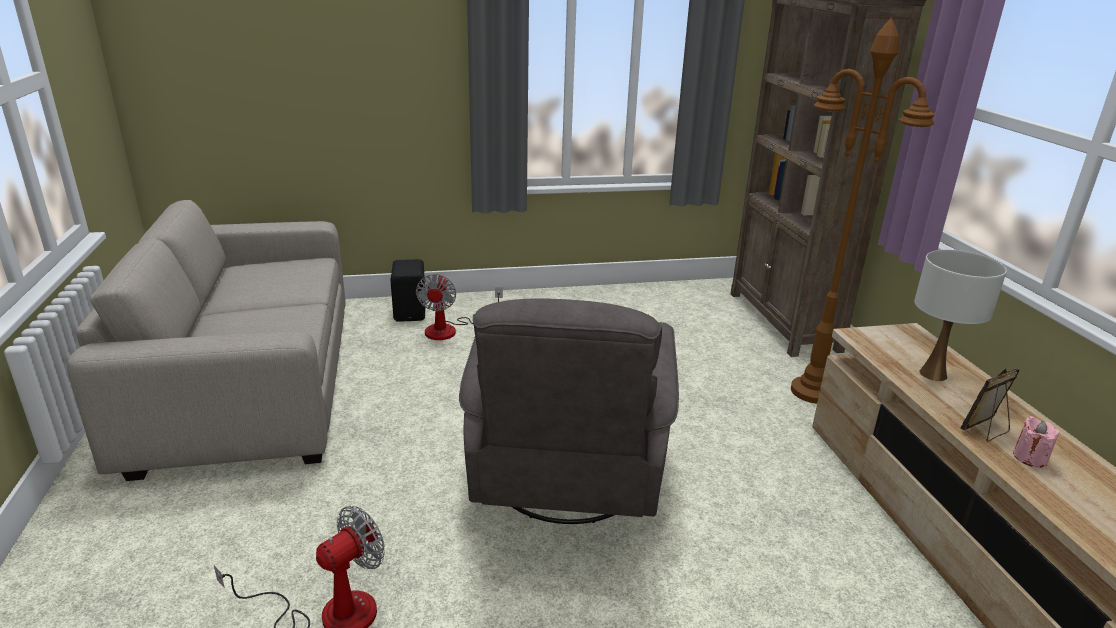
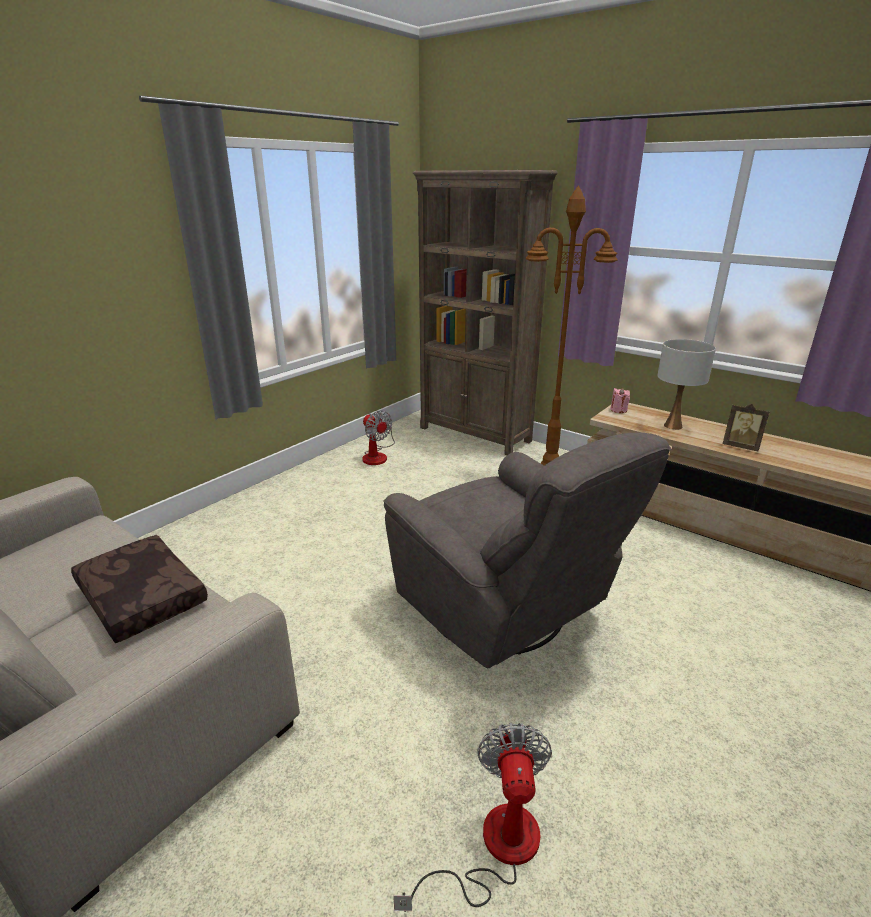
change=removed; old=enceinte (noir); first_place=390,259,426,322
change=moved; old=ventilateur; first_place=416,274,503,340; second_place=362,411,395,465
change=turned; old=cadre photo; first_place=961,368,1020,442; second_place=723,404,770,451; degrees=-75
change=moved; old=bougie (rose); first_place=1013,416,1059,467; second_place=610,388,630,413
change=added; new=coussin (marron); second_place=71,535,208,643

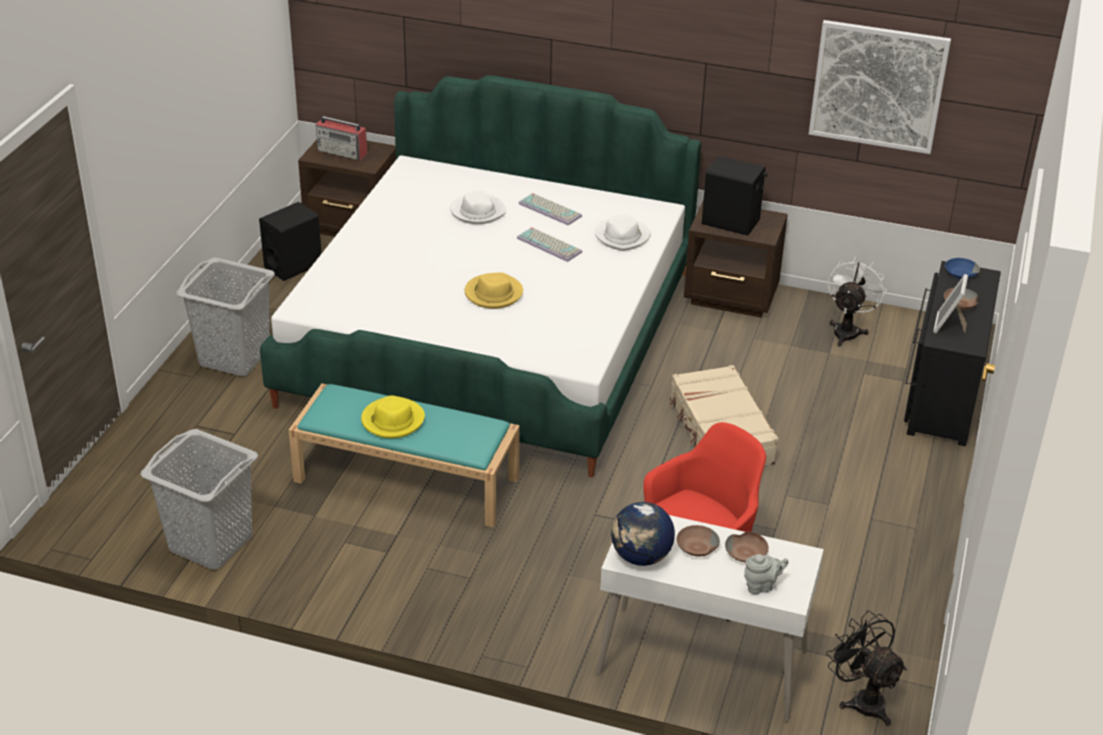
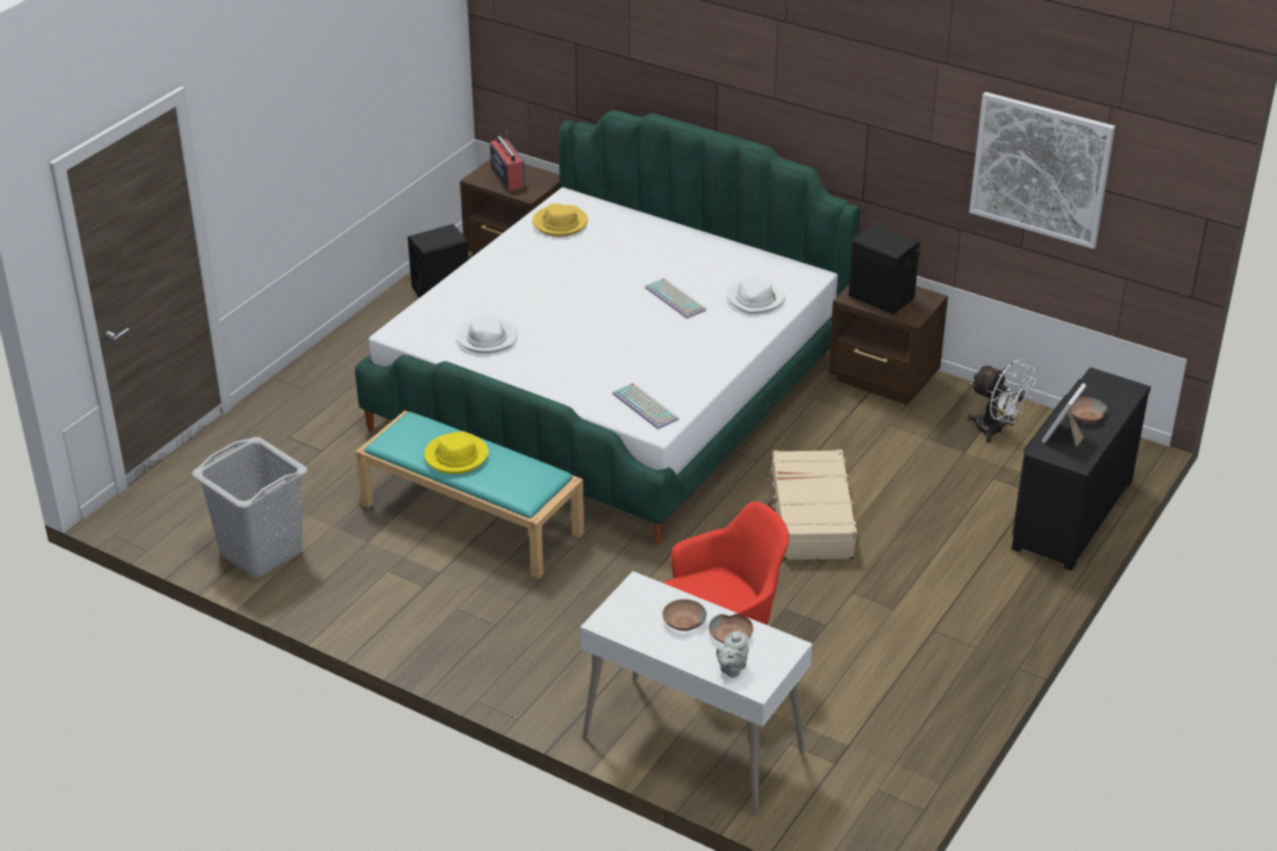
change=turned; old=radio; first_place=316,116,367,160; second_place=490,132,526,191; degrees=-150
change=moved; old=chapeau (blanc); first_place=450,190,506,224; second_place=456,314,517,354
change=moved; old=clavier; first_place=519,193,582,226; second_place=613,383,679,429
change=turned; old=ventilateur (blanc); first_place=828,256,887,346; second_place=968,360,1037,443; degrees=90
change=removed; old=panier à linge (gris); first_place=176,258,275,376
change=removed; old=bol (bleu); first_place=945,258,980,279
change=moved; old=chapeau (jaune); first_place=465,272,523,309; second_place=532,203,588,237
change=removed; old=globe; first_place=611,502,675,566
change=turned; old=théière (gris); first_place=744,554,788,594; second_place=716,630,749,678; degrees=120
change=removed; old=ventilateur (noir); first_place=826,610,907,726

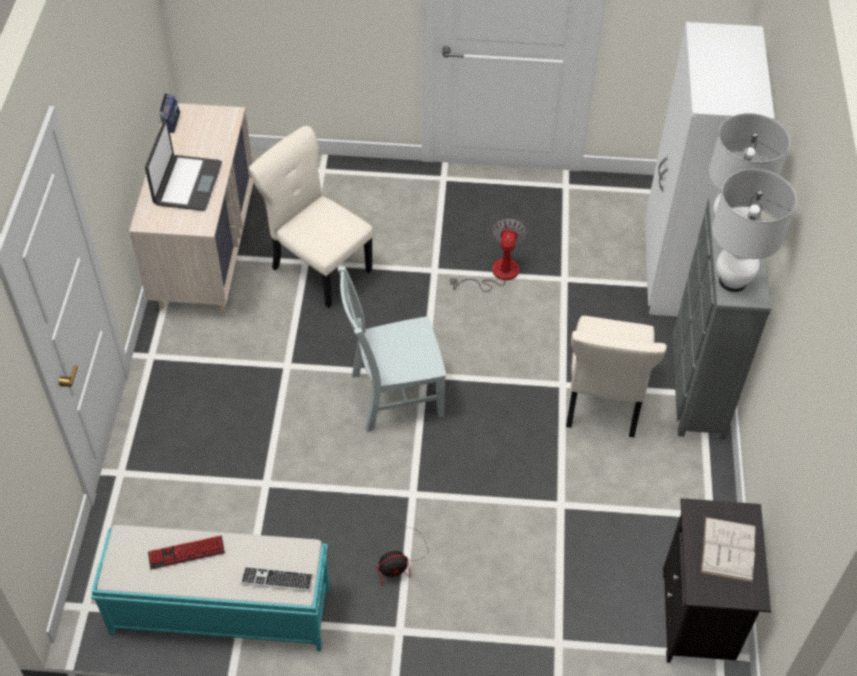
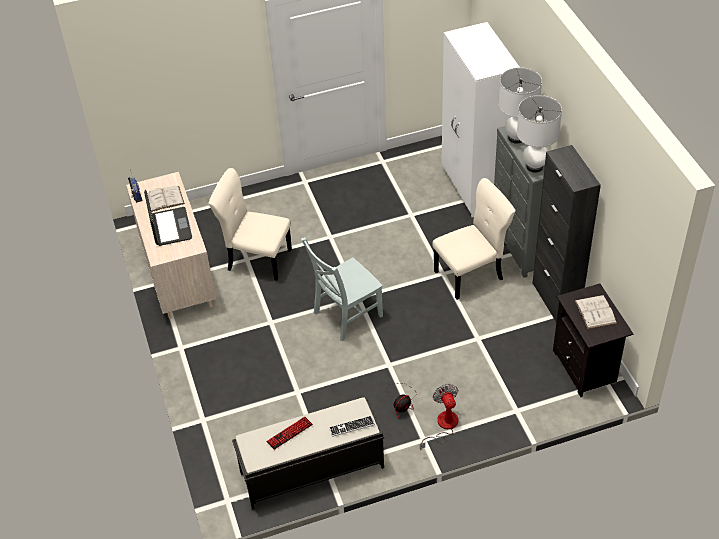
change=moved; old=ventilateur; first_place=450,218,527,292; second_place=420,384,458,450
change=turned; old=chaise (beige); first_place=566,316,667,438; second_place=432,178,516,300; degrees=-105
change=recoloured; old=banc (turquoise); new=banc (noir); first_place=91,525,330,651; second_place=232,397,385,510
change=added; new=meuble de rangement (noir); second_place=532,145,601,323
change=added; new=livre (blanc); second_place=147,186,185,212

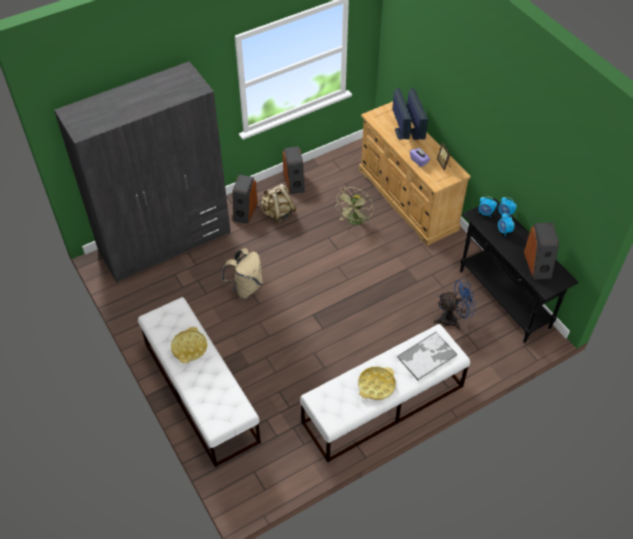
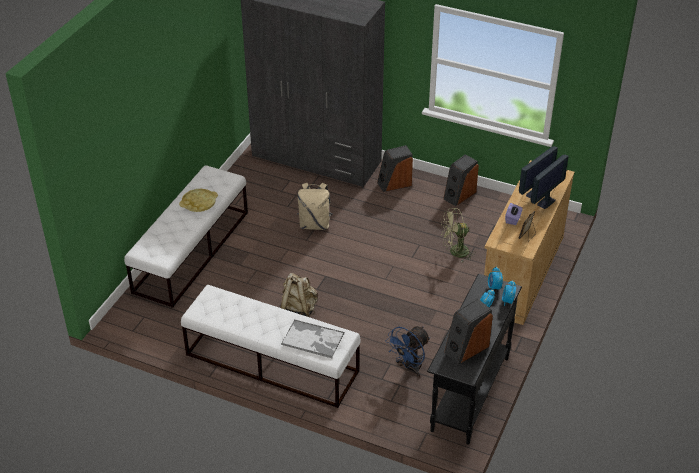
change=moved; old=sac à dos (beige); first_place=260,184,296,223; second_place=280,273,318,317
change=turned; old=ventilateur (bleu); first_place=434,279,477,329; second_place=385,326,430,377; degrees=90
change=removed; old=plateau (jaune); first_place=358,366,396,400

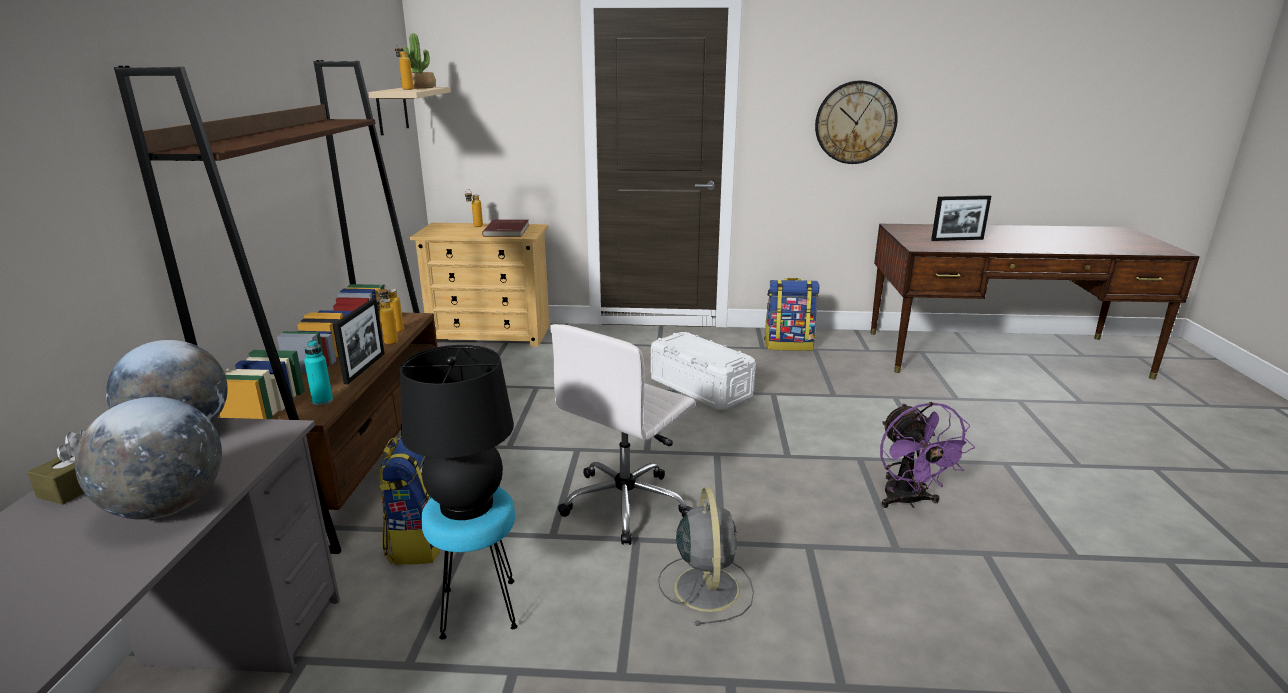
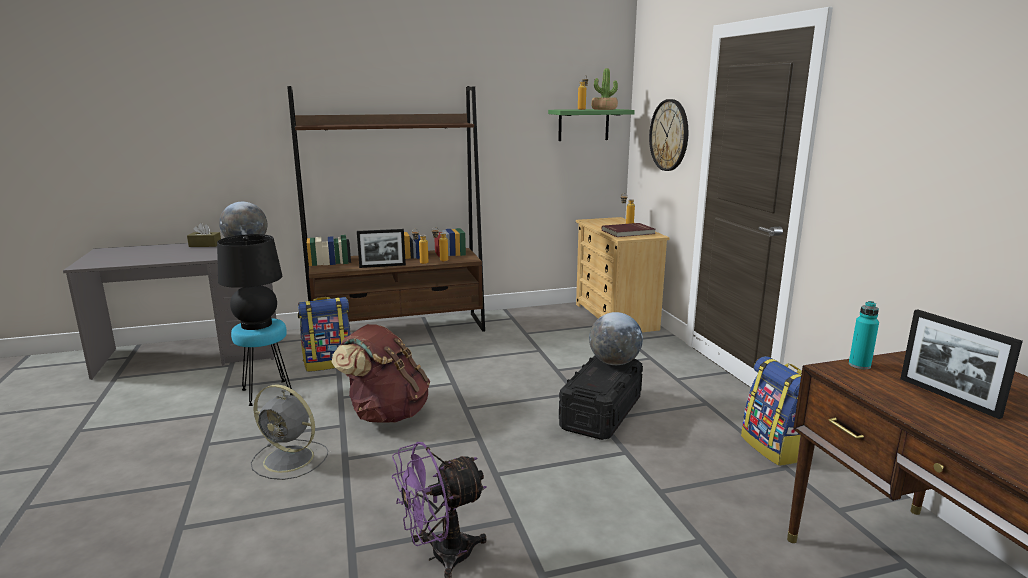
change=moved; old=horloge murale; first_place=815,81,898,164; second_place=649,99,688,171
change=recoloured; old=étagère (beige); new=étagère (vert); first_place=369,87,451,135; second_place=548,109,635,141
change=replaced; old=chaise de bureau (blanc); new=sac à dos (marron); first_place=550,324,695,545; second_place=332,324,430,422
change=recoloured; old=boîte de rangement (blanc); new=boîte de rangement (noir); first_place=651,332,756,410; second_place=559,355,643,440
change=moved; old=bouteille (turquoise); first_place=304,340,333,405; second_place=849,301,879,369
change=moved; old=globe; first_place=75,397,222,520; second_place=589,312,643,365
change=turned; old=ventilateur (gris); first_place=658,487,754,626; second_place=251,385,328,480; degrees=45

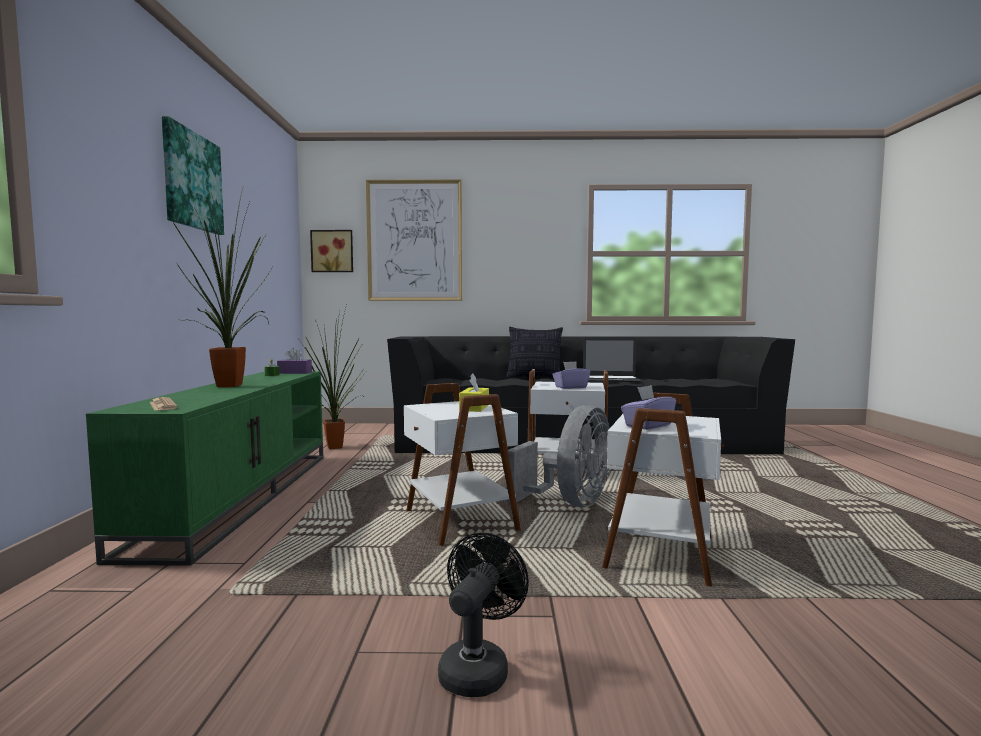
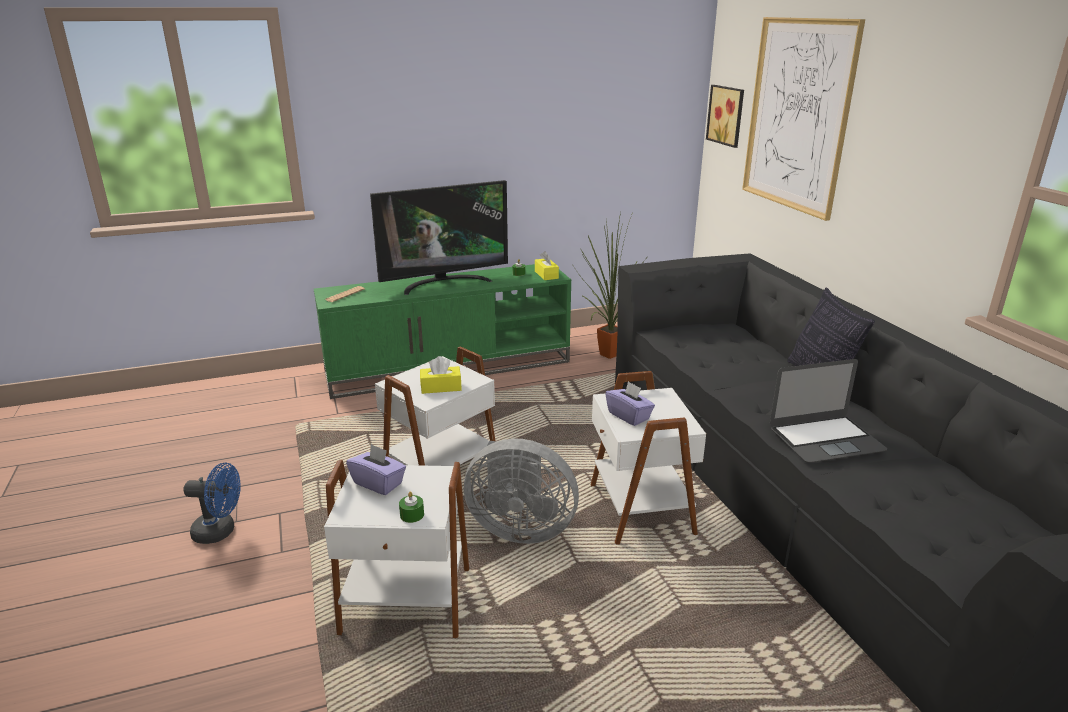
change=removed; old=tableau; first_place=162,116,224,235
change=replaced; old=plante en pot; new=téléviseur; first_place=173,185,273,387; second_place=370,180,508,295
change=turned; old=ordinateur portable; first_place=583,338,641,382; second_place=770,359,887,463; degrees=-90
change=recoloured; old=boîte à mouchoirs (violet); new=boîte à mouchoirs (jaune); first_place=277,348,312,374; second_place=535,251,559,280
change=recoloured; old=ventilateur (noir); new=ventilateur (bleu); first_place=438,532,529,697; second_place=183,462,241,544
change=added; new=bougie (vert); second_place=399,492,424,523

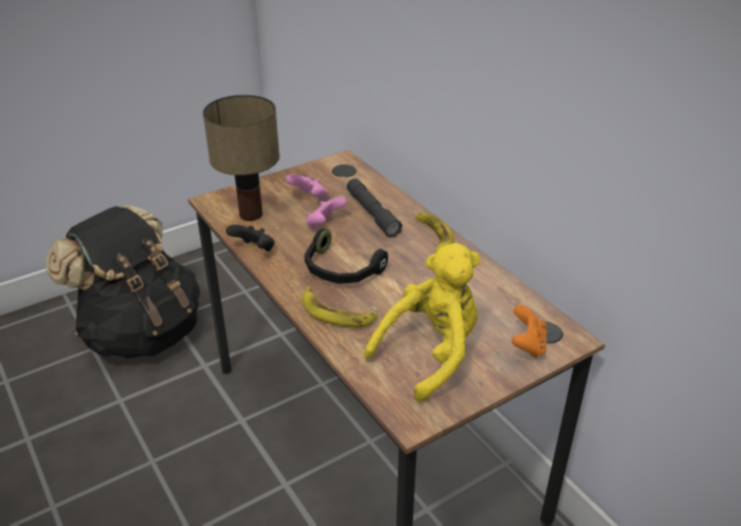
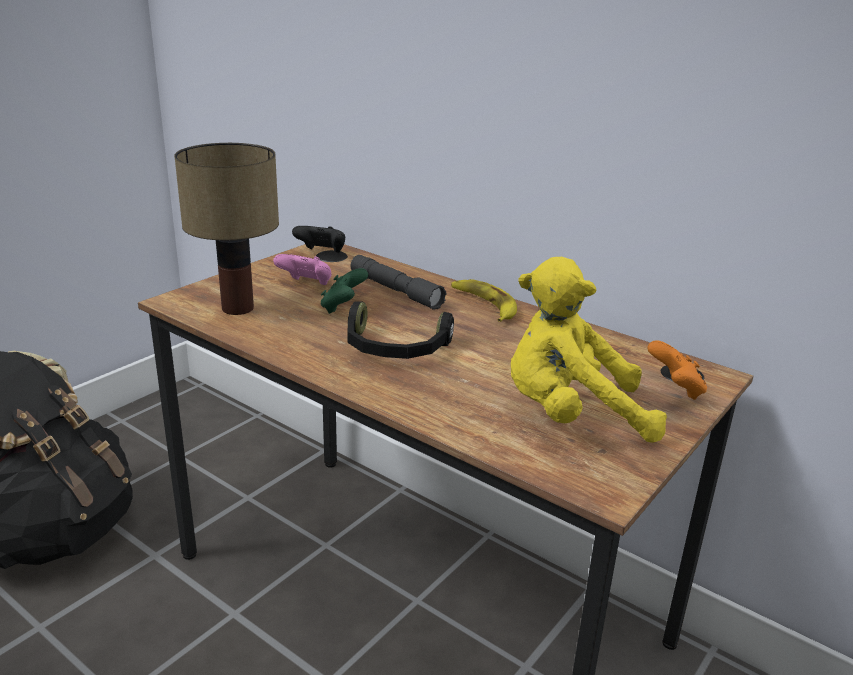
change=recoloured; old=manette (rose); new=manette (vert); first_place=306,196,347,230; second_place=321,268,368,314
change=moved; old=manette (noir); first_place=226,225,275,251; second_place=292,226,345,253
change=turned; old=peluche (jaune); first_place=364,243,481,402; second_place=511,257,667,442; degrees=-120
change=removed; old=banane; first_place=302,286,378,327

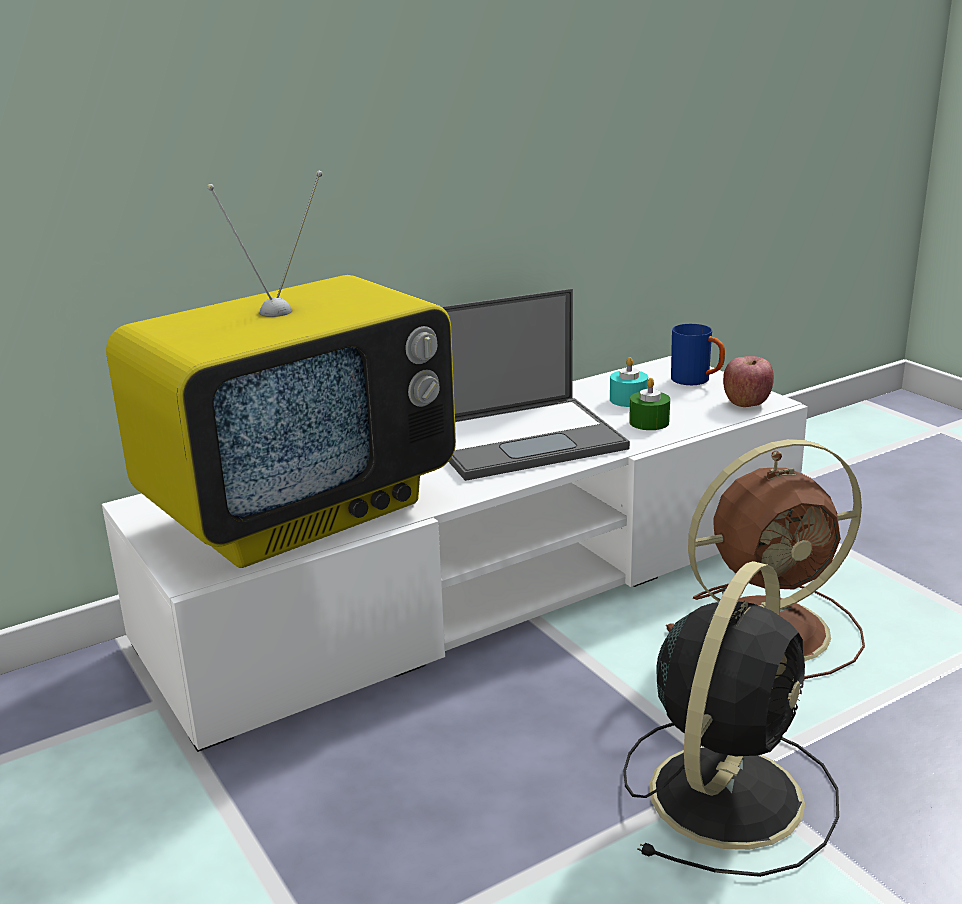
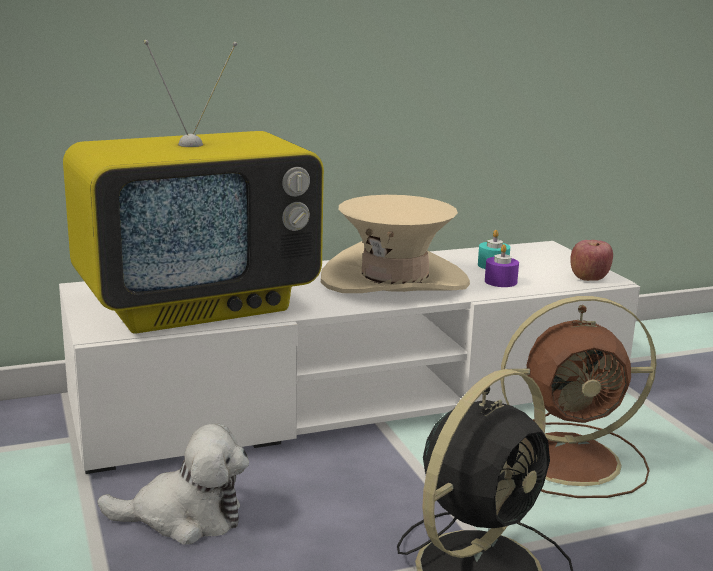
change=replaced; old=ordinateur portable; new=chapeau (beige); first_place=441,288,630,481; second_place=321,195,470,293
change=removed; old=mug (bleu); first_place=671,324,725,385
change=recoloured; old=bougie (vert); new=bougie (violet); first_place=629,378,670,430; second_place=485,244,519,287
change=added; new=peluche; second_place=98,423,249,545

